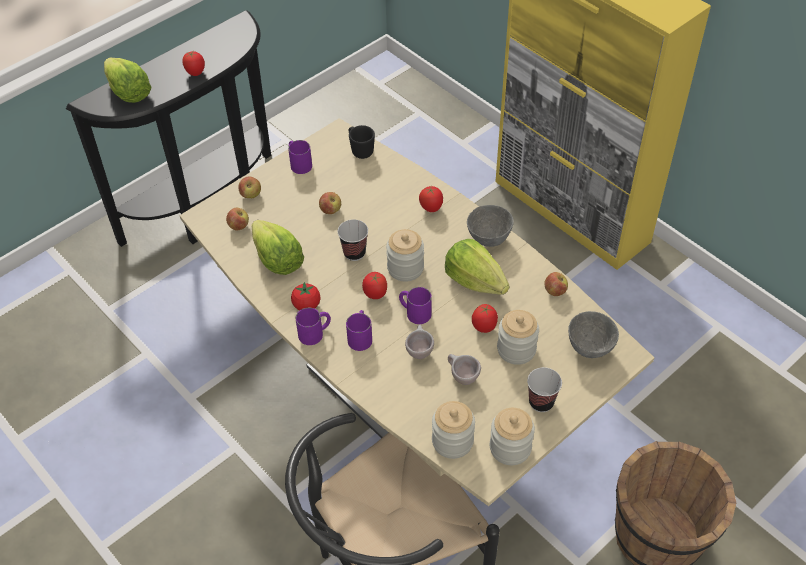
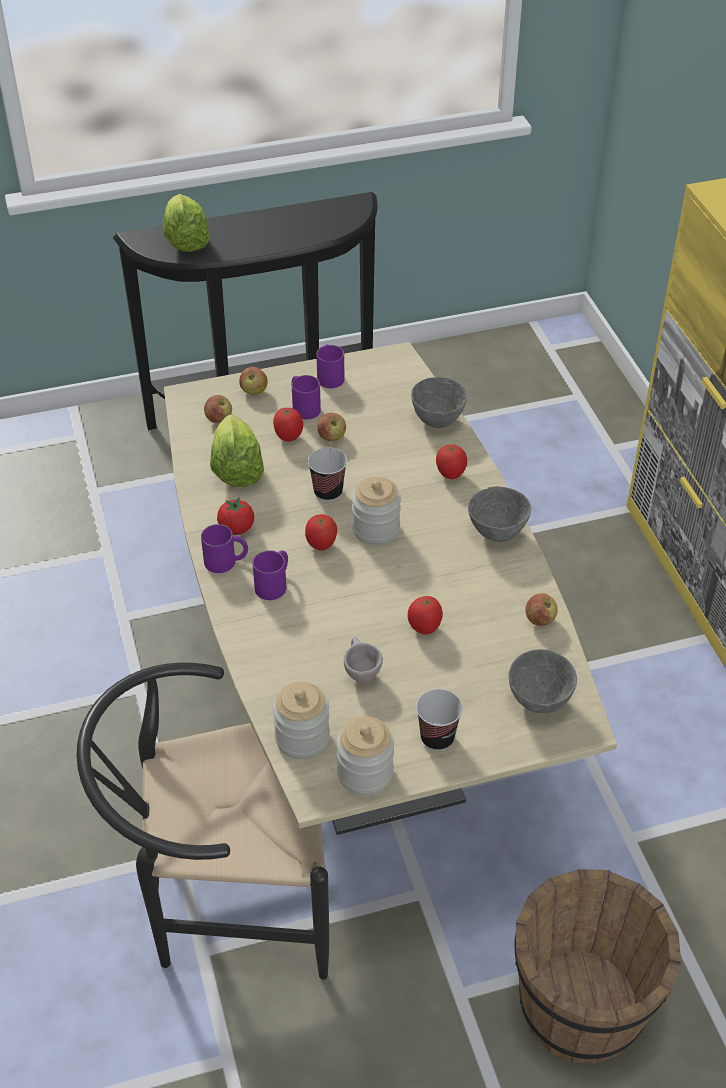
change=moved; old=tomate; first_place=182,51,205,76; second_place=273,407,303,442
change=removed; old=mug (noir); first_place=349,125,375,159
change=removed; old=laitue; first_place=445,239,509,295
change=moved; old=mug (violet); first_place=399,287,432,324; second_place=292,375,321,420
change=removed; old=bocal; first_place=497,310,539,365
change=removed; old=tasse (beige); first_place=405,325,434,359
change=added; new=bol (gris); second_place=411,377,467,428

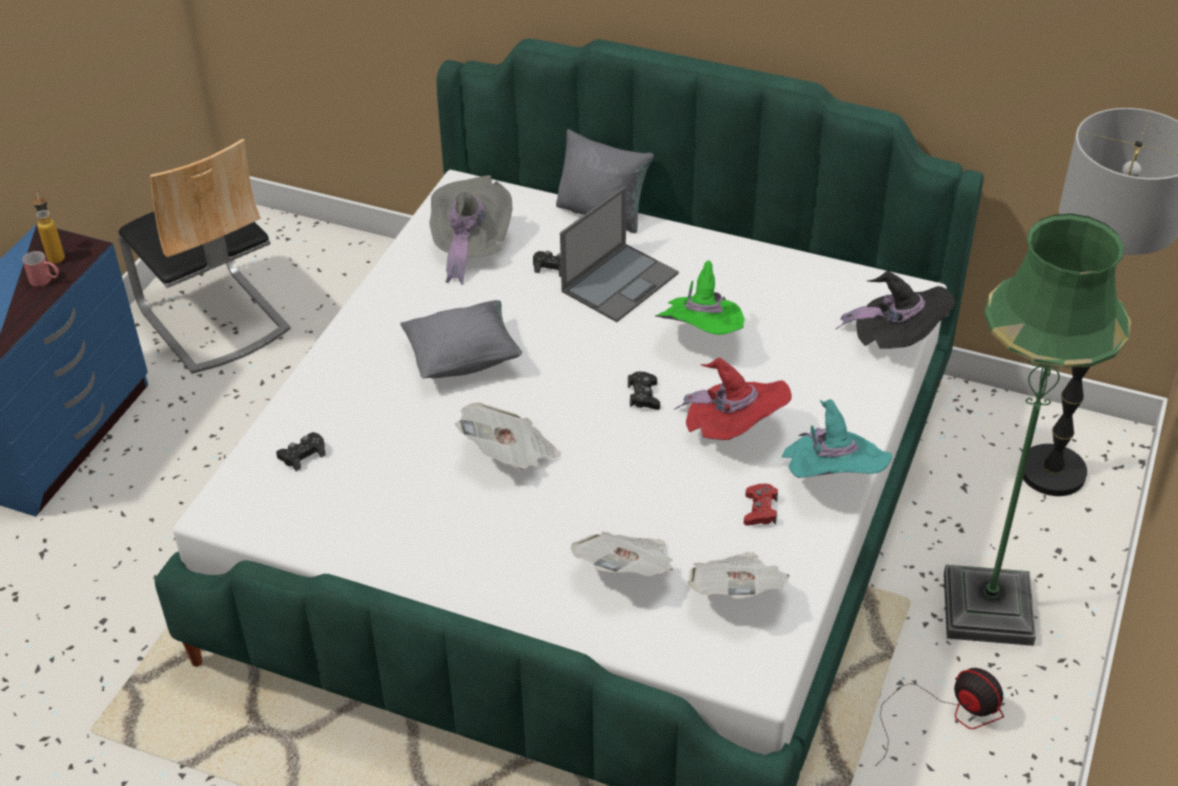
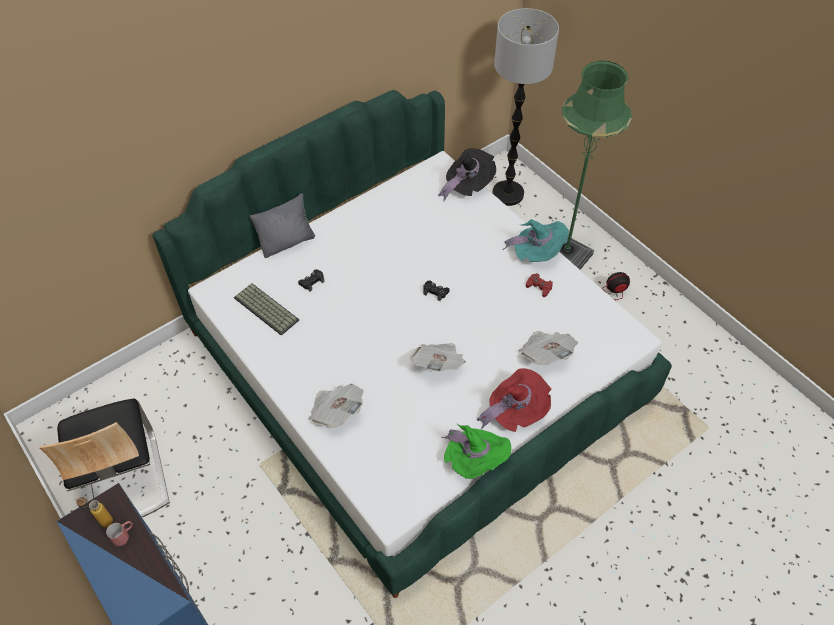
change=turned; old=chaise; first_place=119,139,291,374; second_place=39,399,170,517; degrees=75
change=replaced; old=chapeau (gris); new=clavier; first_place=429,175,512,285; second_place=234,283,299,336
change=removed; old=ordinateur portable; first_place=560,186,679,322
change=moved; old=chapeau (vert); first_place=655,260,745,335; second_place=442,424,511,479
change=removed; old=coussin (gris); first_place=400,300,522,378
change=moved; old=chapeau (rouge); first_place=674,357,792,440; second_place=477,368,551,432
change=removed; old=manette (noir); first_place=276,432,325,471
change=moved; old=journal; first_place=687,552,790,599; second_place=309,384,364,428

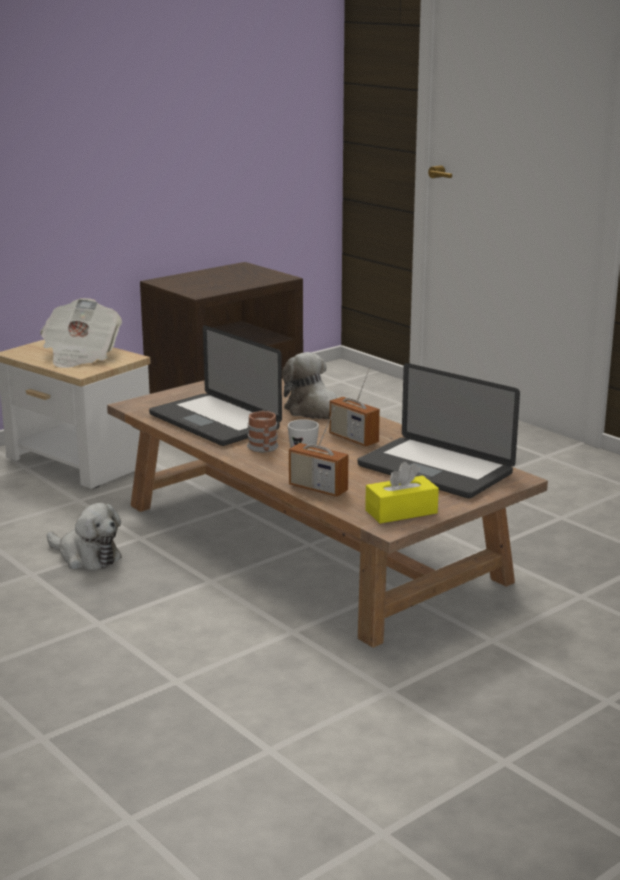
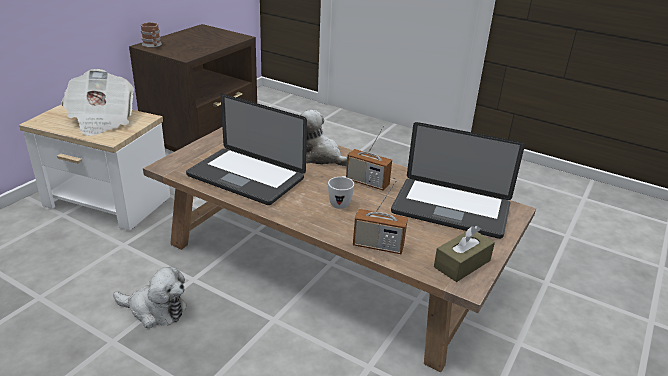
change=moved; old=mug; first_place=247,411,279,452; second_place=141,22,162,48
change=recoloured; old=boîte à mouchoirs (jaune); new=boîte à mouchoirs (marron); first_place=365,462,439,524; second_place=434,226,495,282

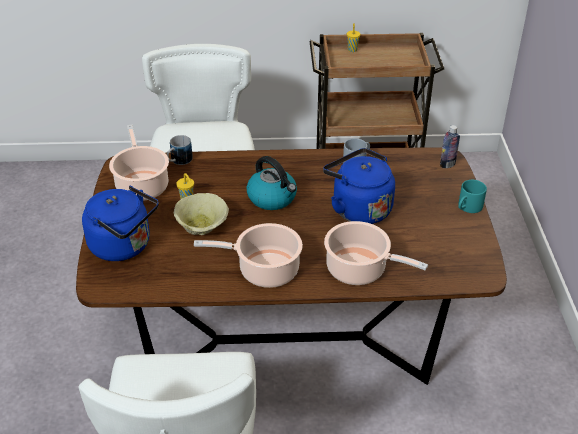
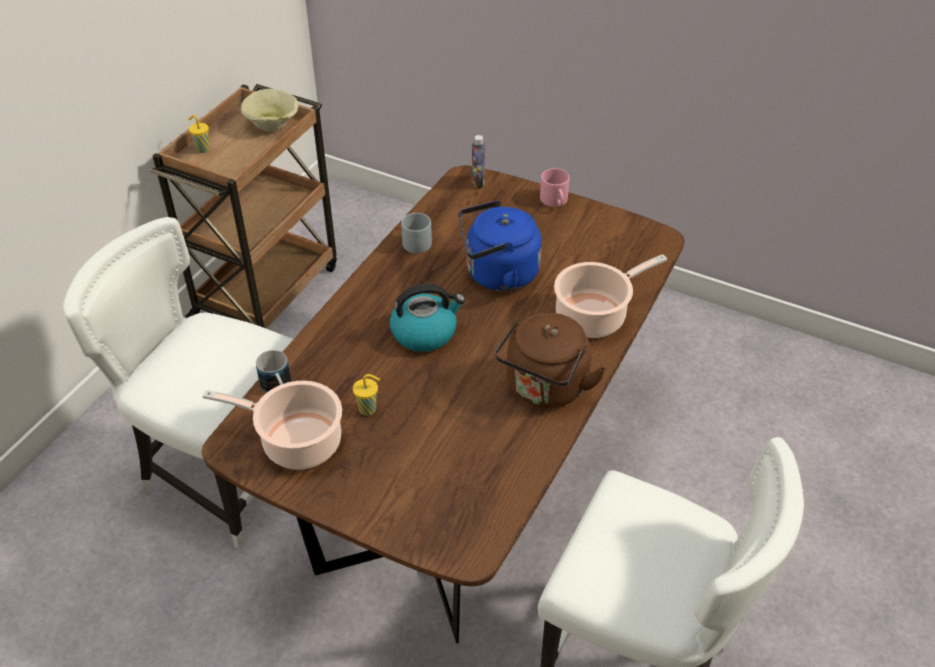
change=recoloured; old=mug (turquoise); new=mug (rose); first_place=458,180,487,213; second_place=540,168,569,207
change=removed; old=bouilloire (bleu); first_place=82,186,159,261
change=moved; old=bol (beige); first_place=174,193,229,235; second_place=241,89,298,132
change=replaced; old=marmite; new=bouilloire (marron); first_place=194,223,303,288; second_place=495,313,606,408

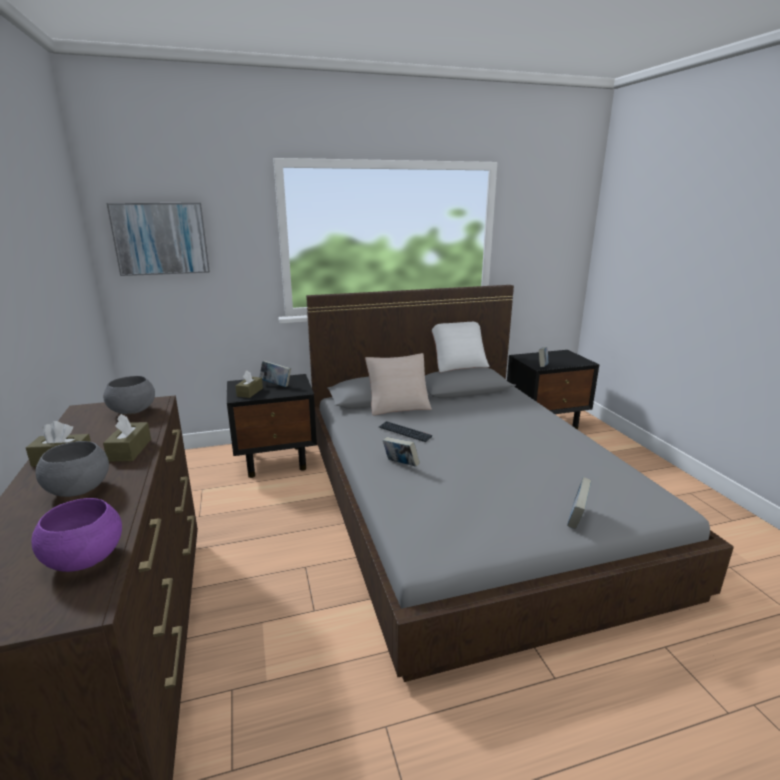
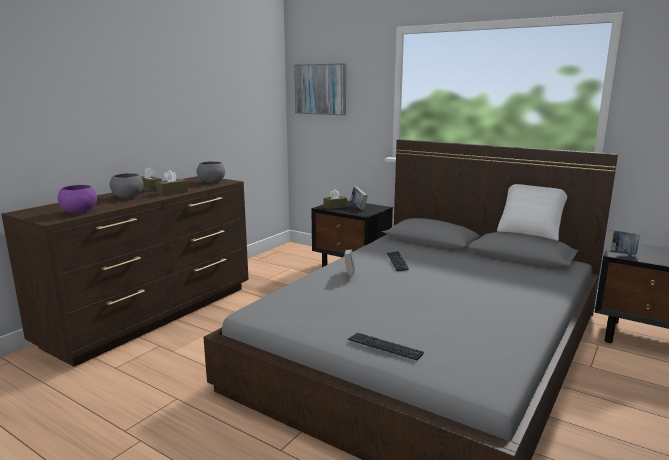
change=removed; old=coussin (beige); first_place=365,353,432,415
change=replaced; old=livre; new=clavier; first_place=567,477,592,529; second_place=348,333,424,360

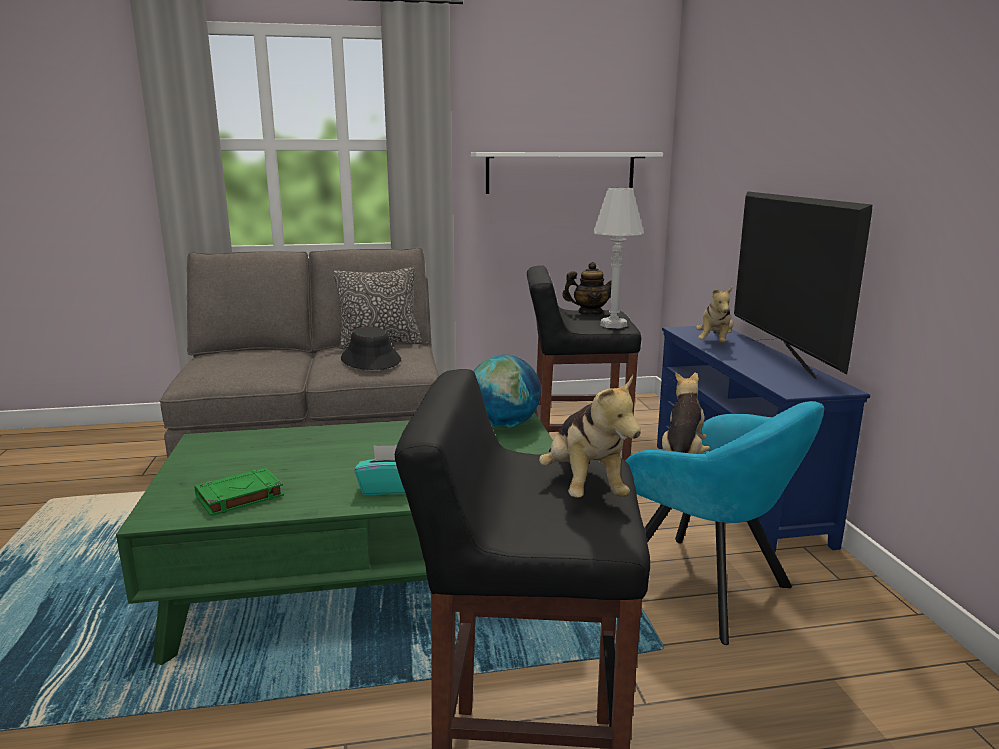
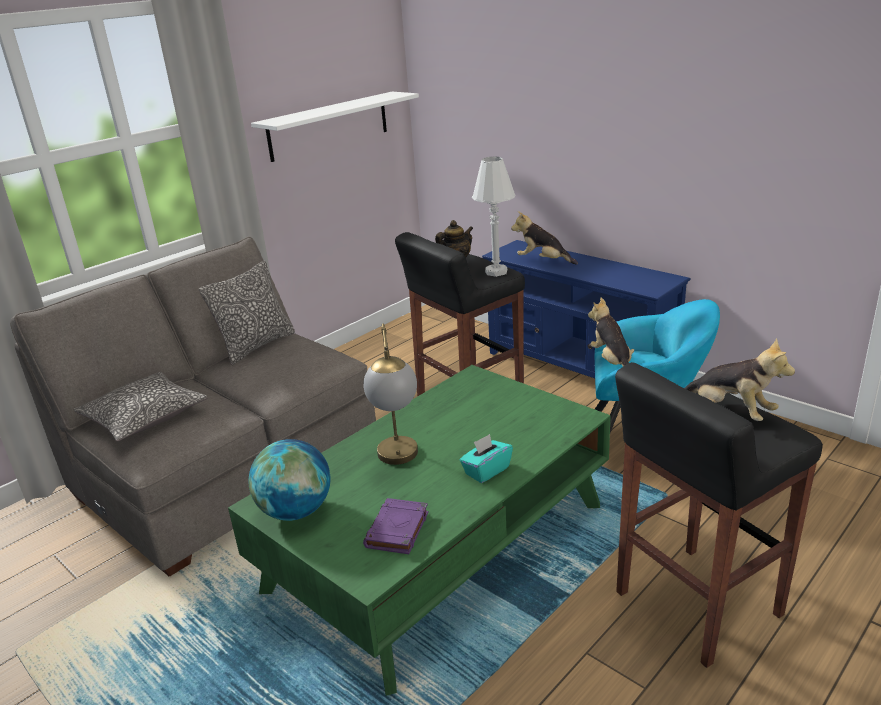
change=removed; old=téléviseur; first_place=734,191,872,380
change=turned; old=peluche; first_place=696,286,733,343; second_place=511,211,578,265; degrees=135
change=removed; old=chapeau (noir); first_place=341,327,401,370
change=moved; old=globe; first_place=474,355,541,428; second_place=248,439,330,521
change=recoloured; old=livre (vert); new=livre (violet); first_place=195,468,284,516; second_place=363,498,428,554
change=added; new=lampe de table; second_place=363,324,418,465
change=added; new=coussin; second_place=74,372,208,441

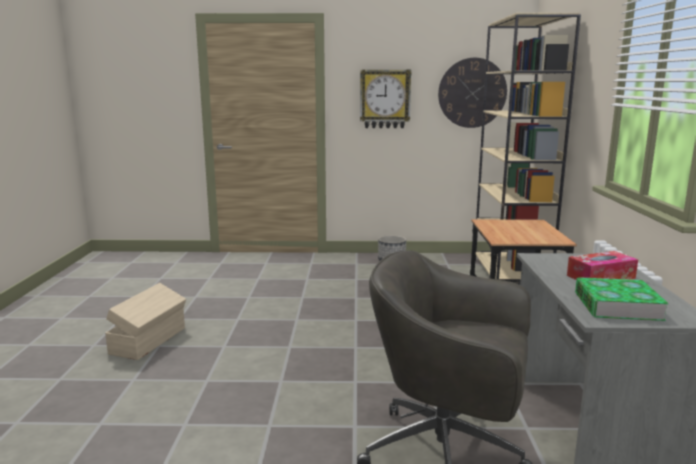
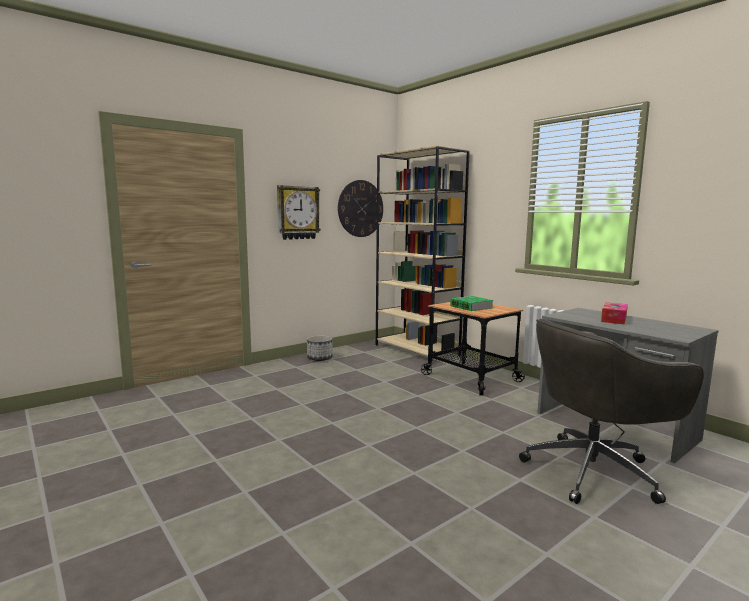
change=moved; old=livre; first_place=575,277,669,321; second_place=450,296,493,311
change=removed; old=boîte de rangement (beige); first_place=105,283,186,360

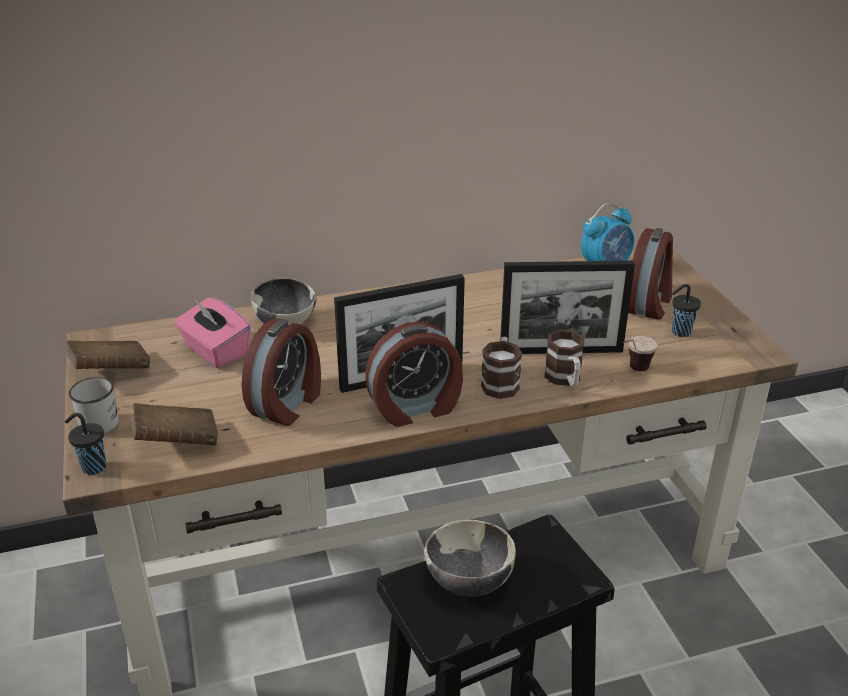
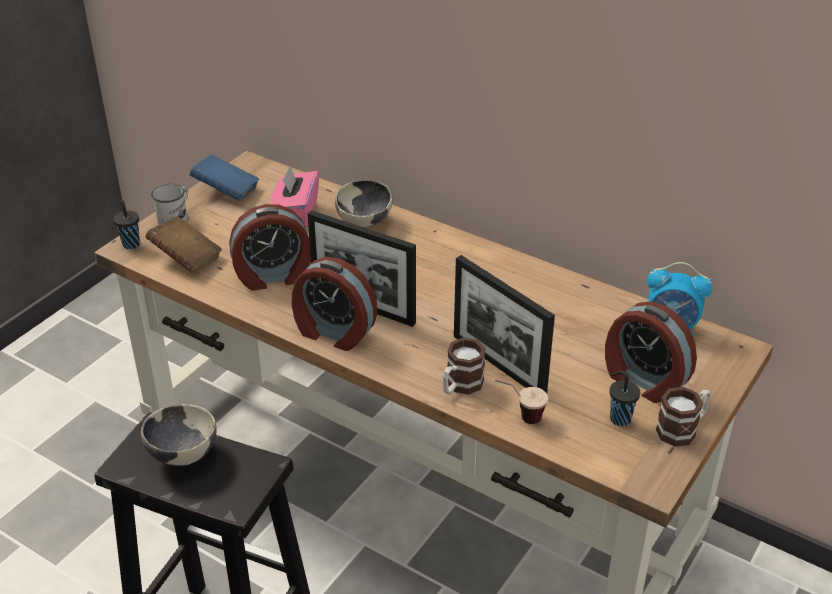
change=turned; old=réveil; first_place=628,228,673,320; second_place=605,301,697,403; degrees=60
change=moved; old=mug; first_place=481,337,522,399; second_place=656,387,711,447
change=recoloured; old=livre (marron); new=livre (bleu); first_place=65,341,150,369; second_place=190,154,259,201

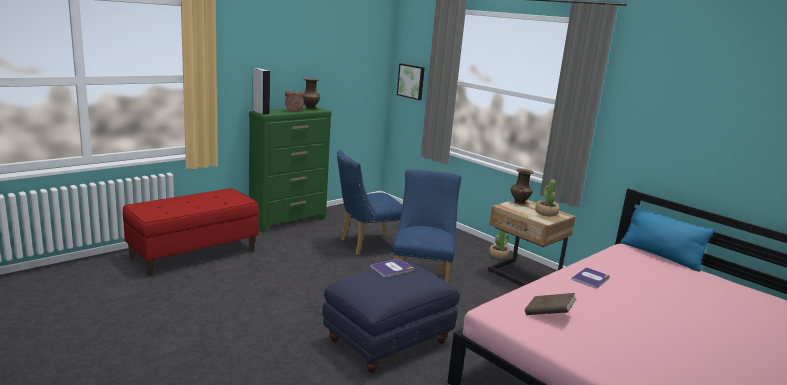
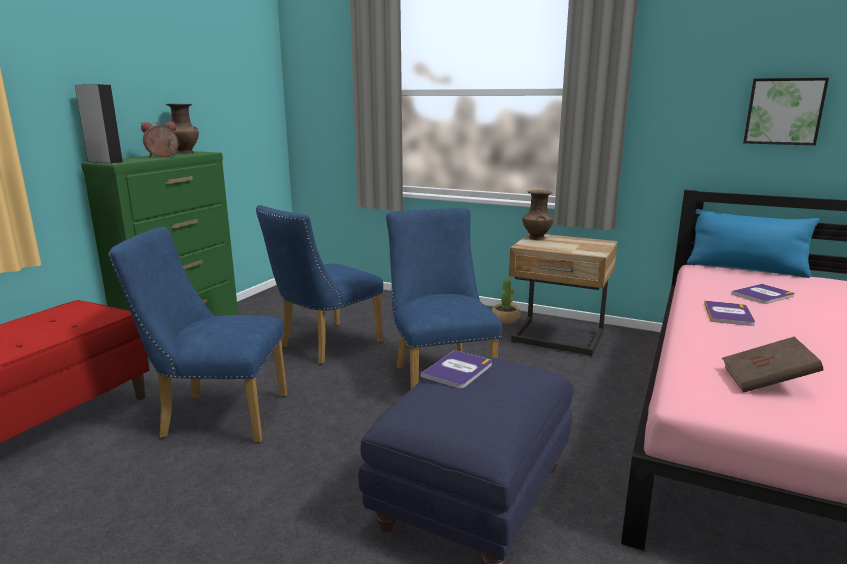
change=moved; old=tableau; first_place=397,64,425,100; second_place=743,78,829,145
change=removed; old=plante en pot; first_place=535,180,560,216
change=added; new=chaise (bleu); second_place=109,227,287,443
change=added; new=livre; second_place=731,284,794,304

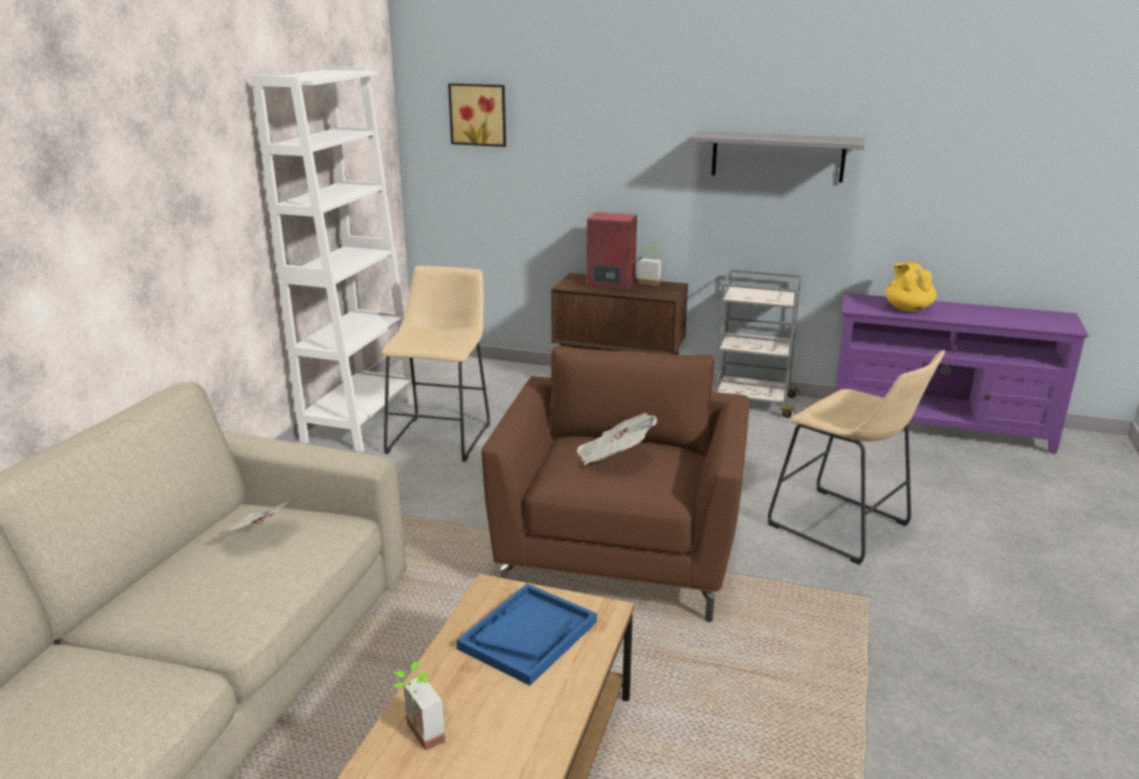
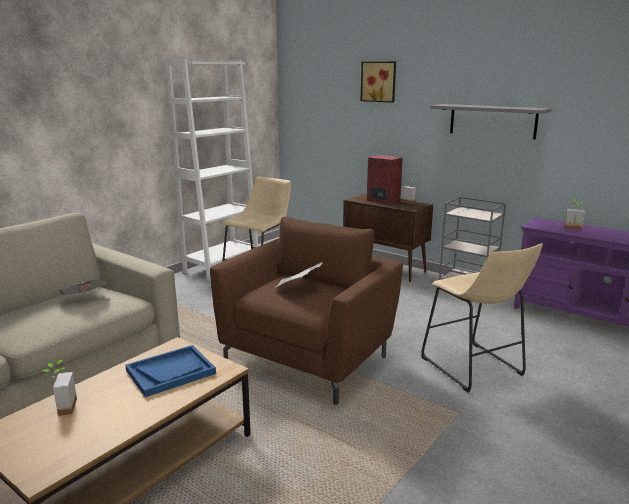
change=moved; old=tableau; first_place=448,83,506,147; second_place=361,62,396,103
change=replaced; old=théière (jaune); new=plante en pot; first_place=885,262,937,312; second_place=565,199,585,230

